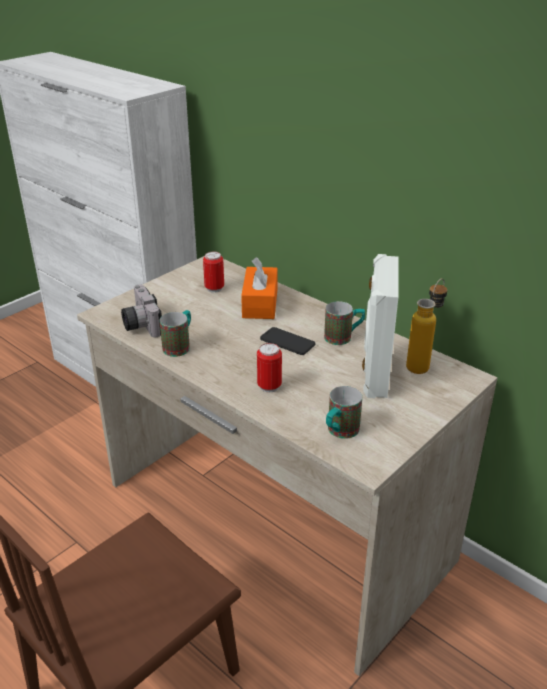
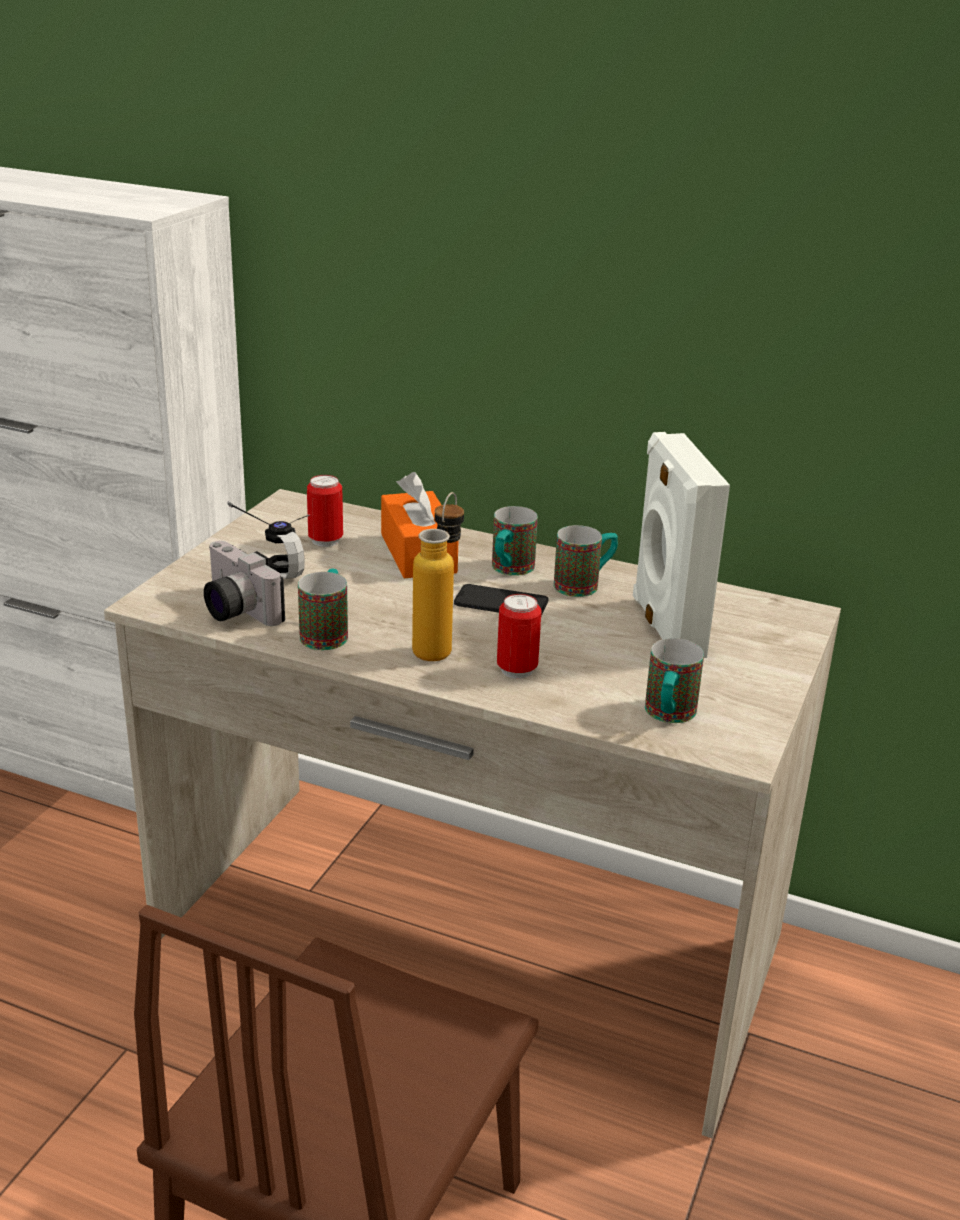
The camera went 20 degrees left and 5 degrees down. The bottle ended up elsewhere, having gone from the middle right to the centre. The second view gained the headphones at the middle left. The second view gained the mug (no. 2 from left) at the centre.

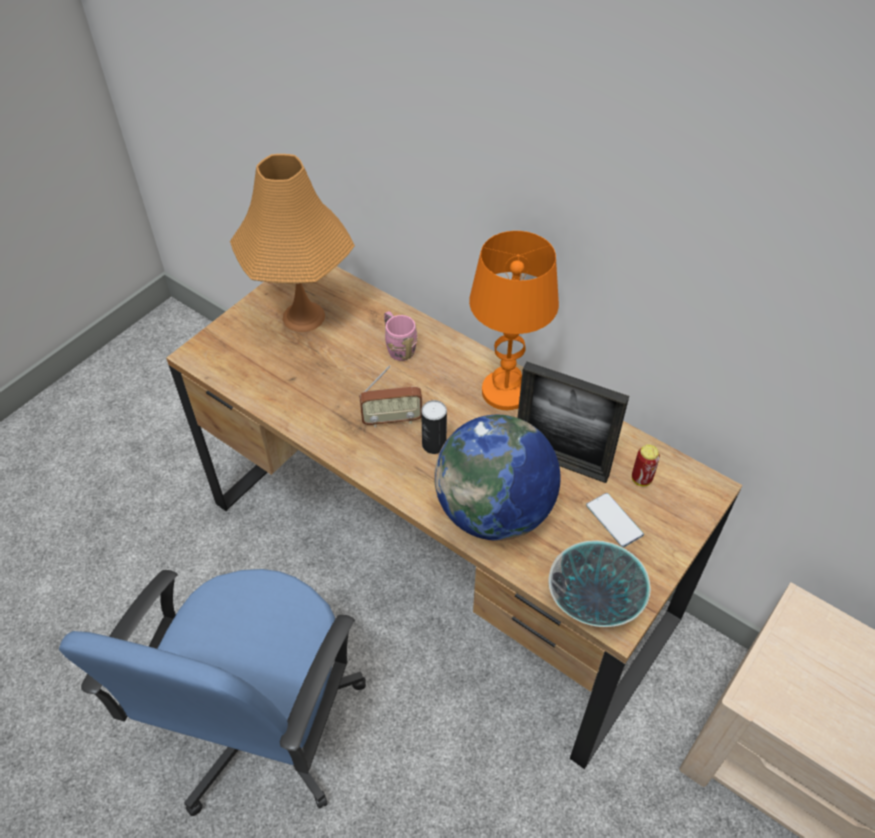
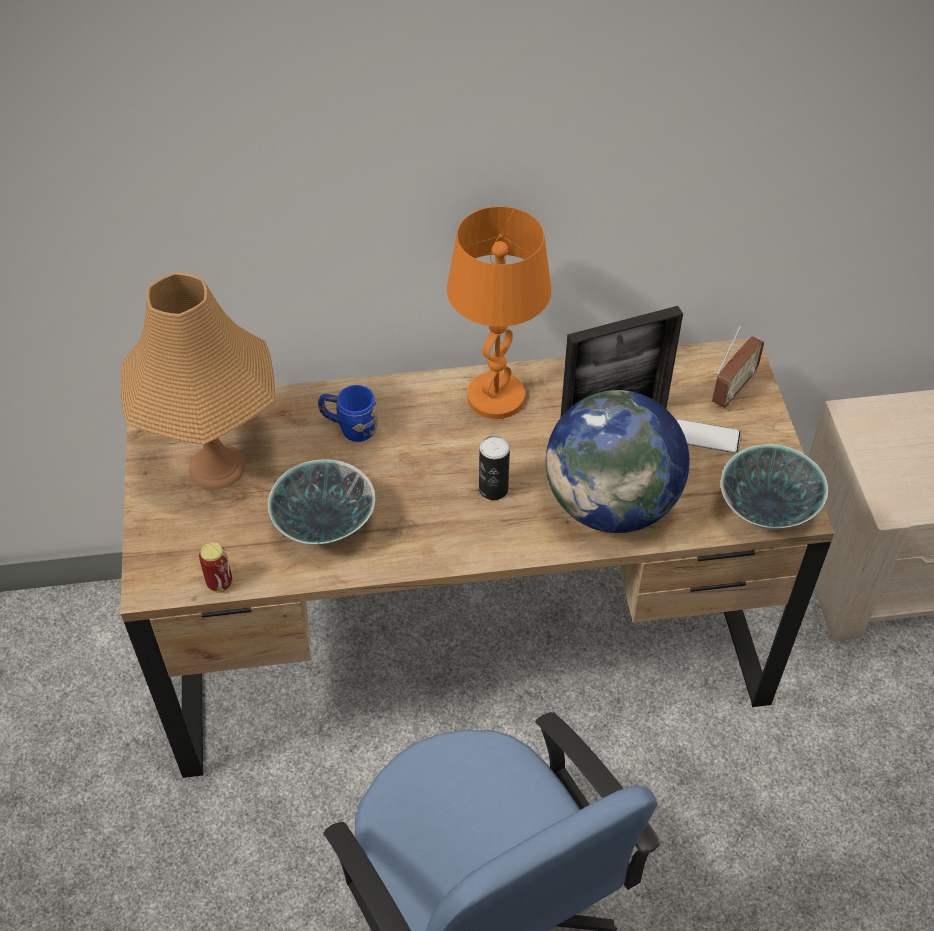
The camera went 45 degrees left and 0 degrees up. The radio ended up elsewhere, having gone from the centre to the middle right. What was the mug/pink at the centre turned into the mug/blue at the centre. The can (no. 2 from left in the first image) ended up elsewhere, having gone from the middle right to the middle left. The second view gained the bowl (no. 1 from left) at the centre.

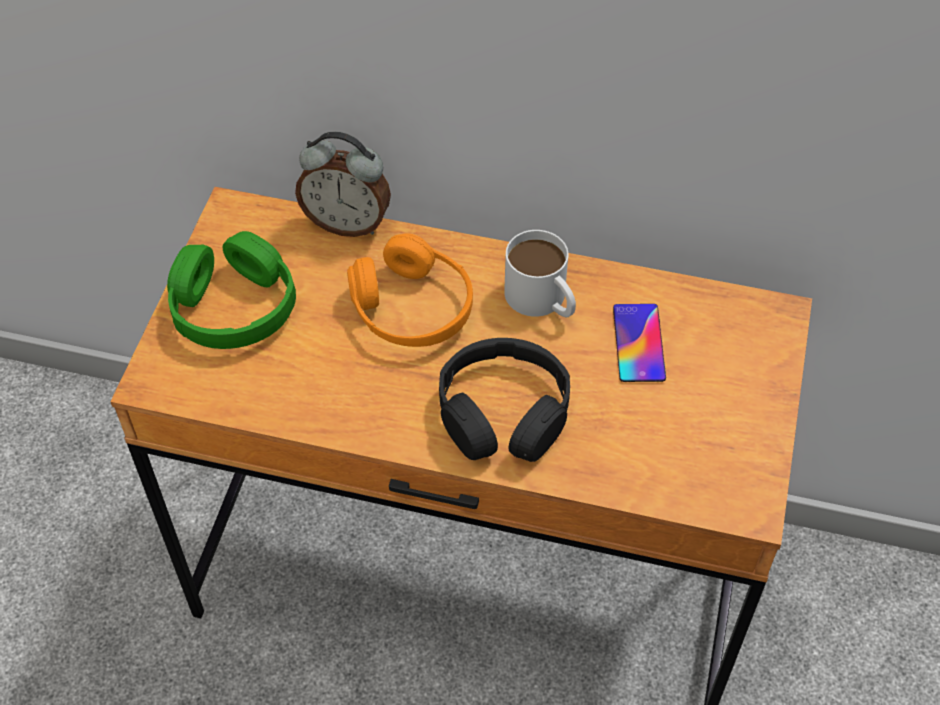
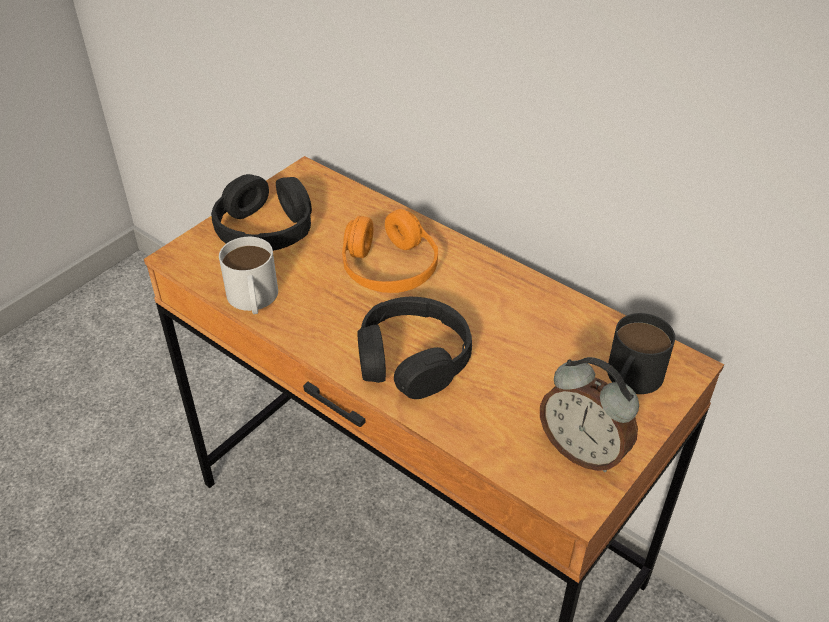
The camera went 25 degrees right and 10 degrees down. What was the headphones/green at the middle left turned into the headphones/black (no. 1 from left) at the middle left. The alarm clock ended up elsewhere, having gone from the top centre to the middle right. The mug/white ended up elsewhere, having gone from the centre to the middle left. The second view lost the phone at the middle right. The second view gained the mug/black at the middle right.

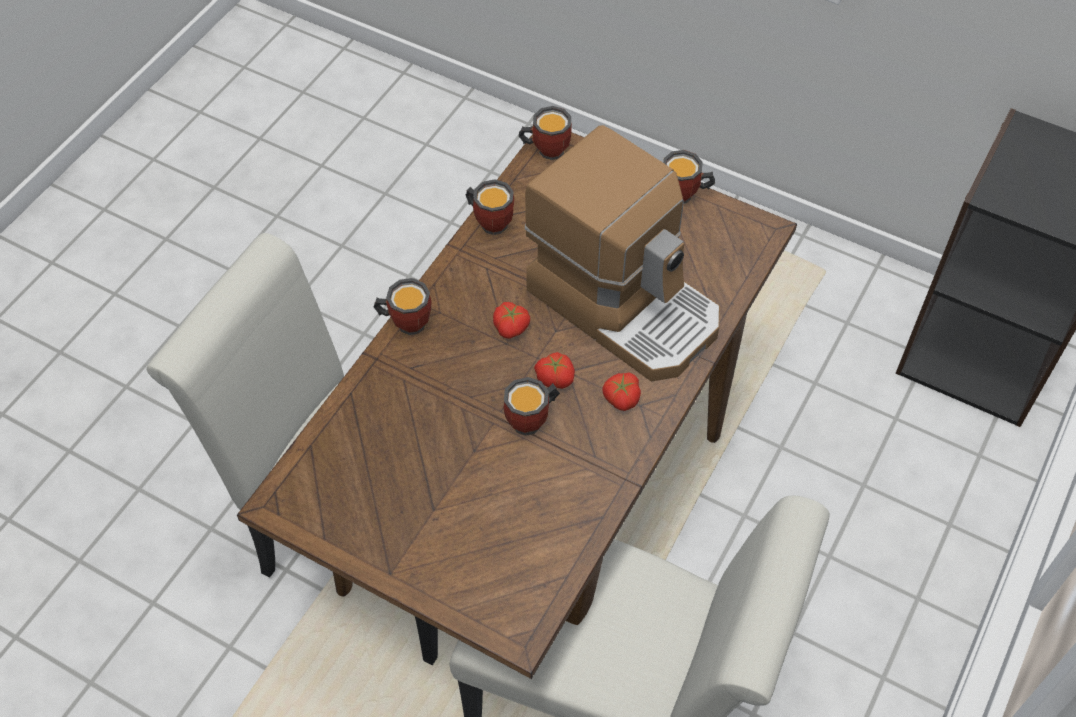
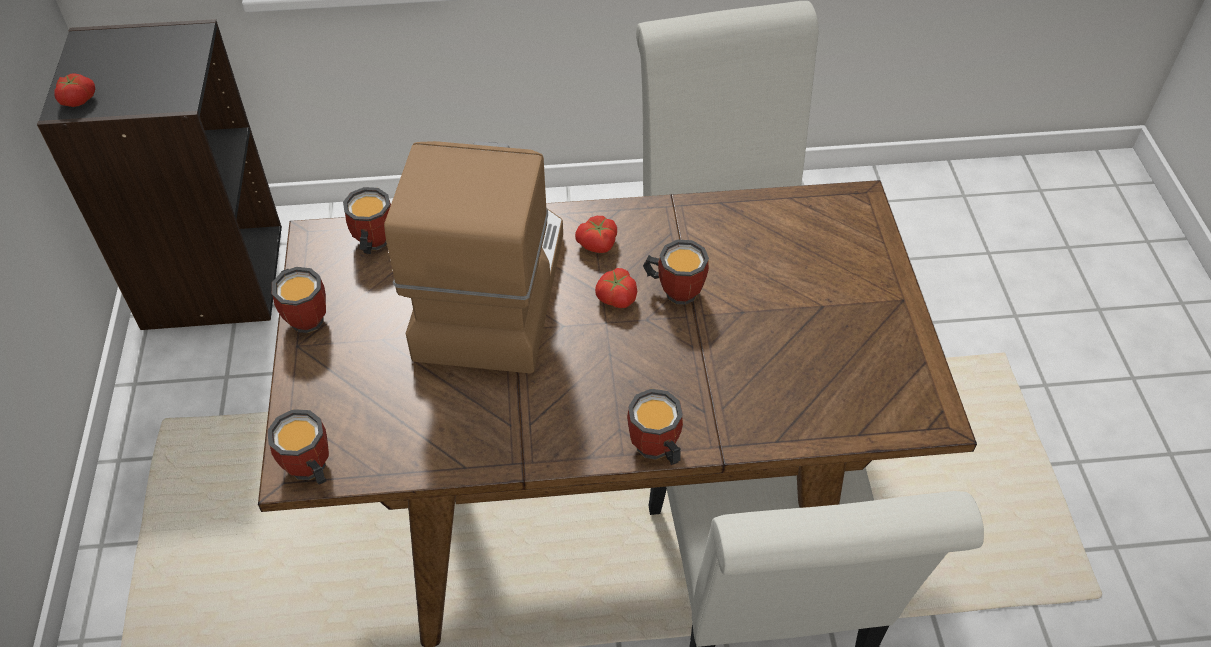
The camera went 125 degrees left and 5 degrees down. The mug (no. 2 from left in the first image) ended up elsewhere, having gone from the top centre to the middle left. The tomato (no. 1 from left) ended up elsewhere, having gone from the centre to the top left.

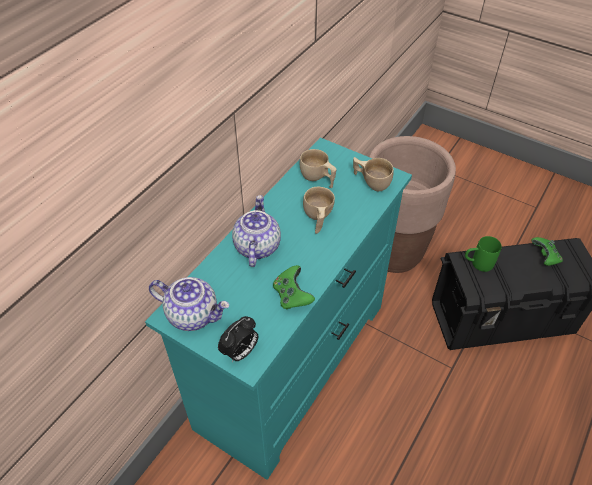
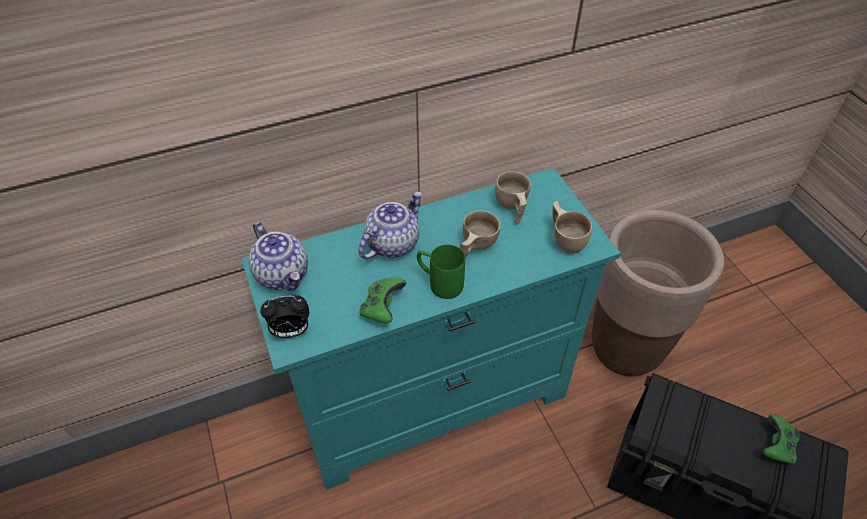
The camera went 35 degrees right and 0 degrees up. The mug/green ended up elsewhere, having gone from the middle right to the centre.

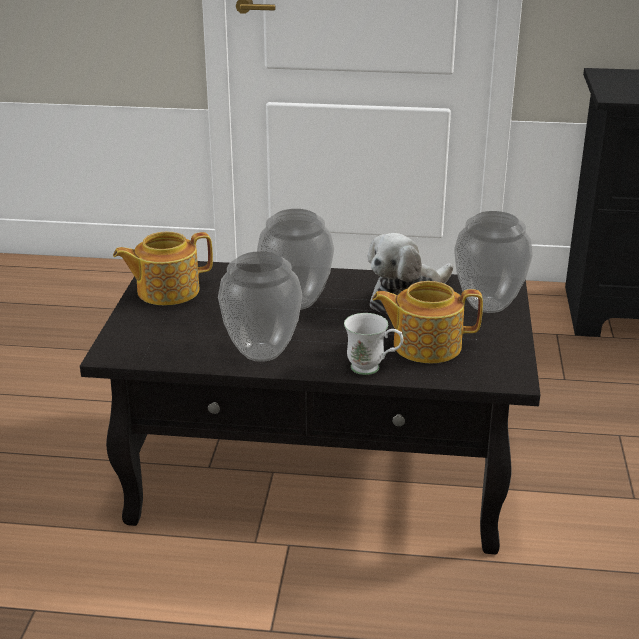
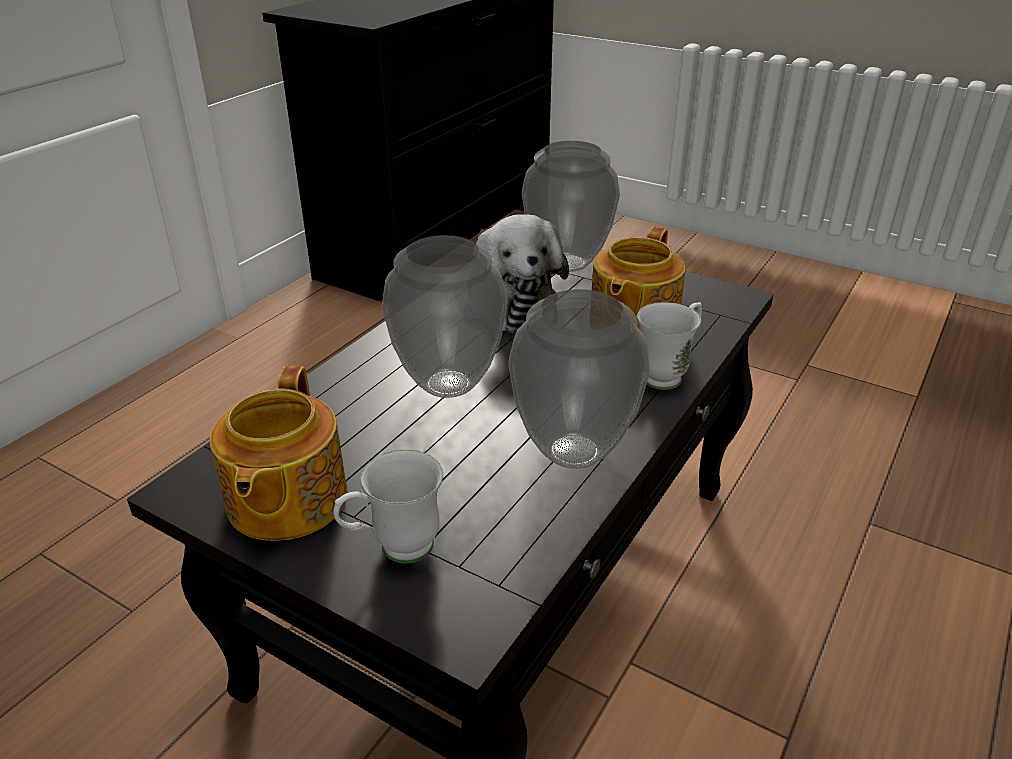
The camera went 65 degrees left and 5 degrees up. The second view gained the mug/white (no. 1 from left) at the bottom centre.

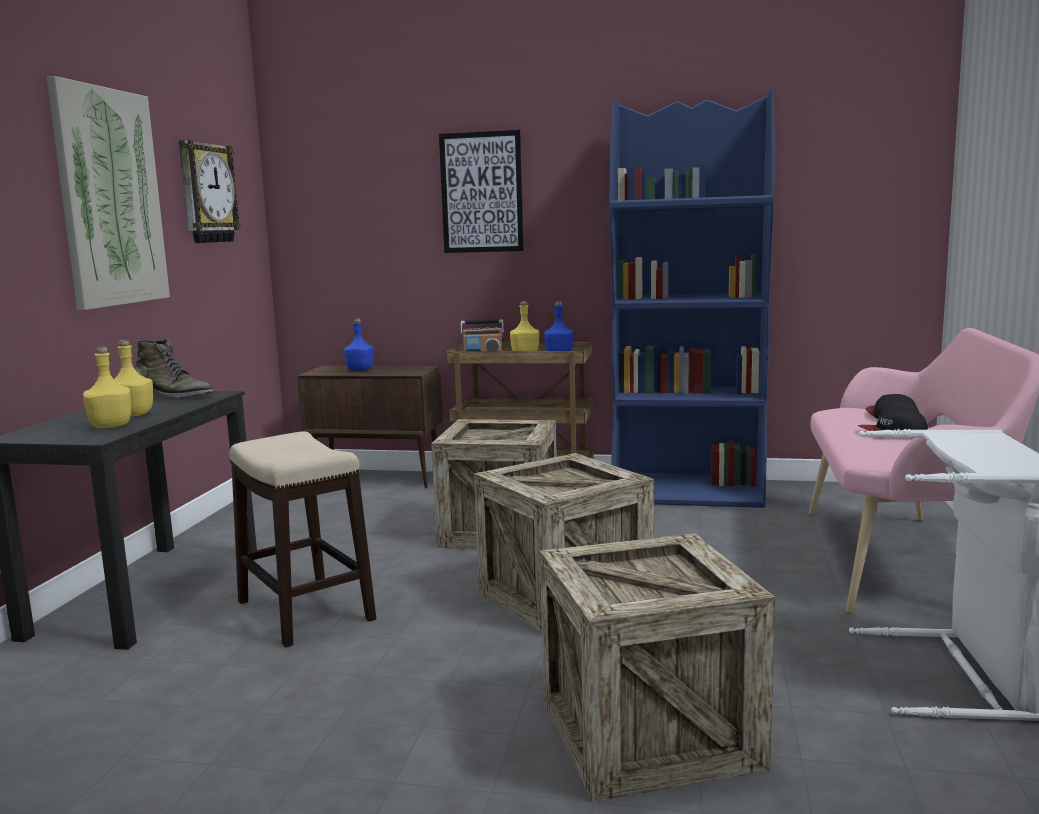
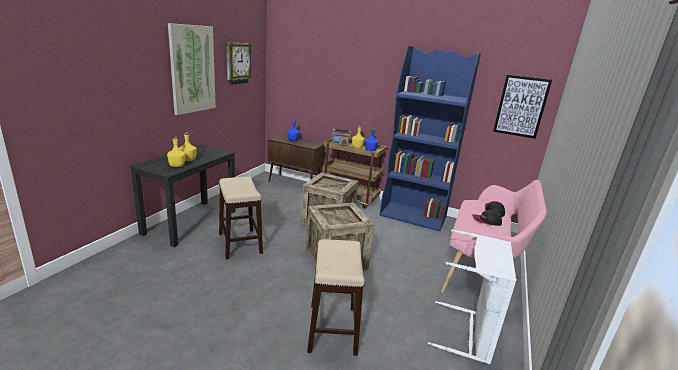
The camera went 10 degrees right and 10 degrees up. The second view lost the boot/green at the middle left. The picture (no. 2 from left) ended up elsewhere, having gone from the top centre to the top right. Where the crate (no. 3 from left) stood at the bottom centre, the stool (no. 2 from left) came to stand at the bottom centre.

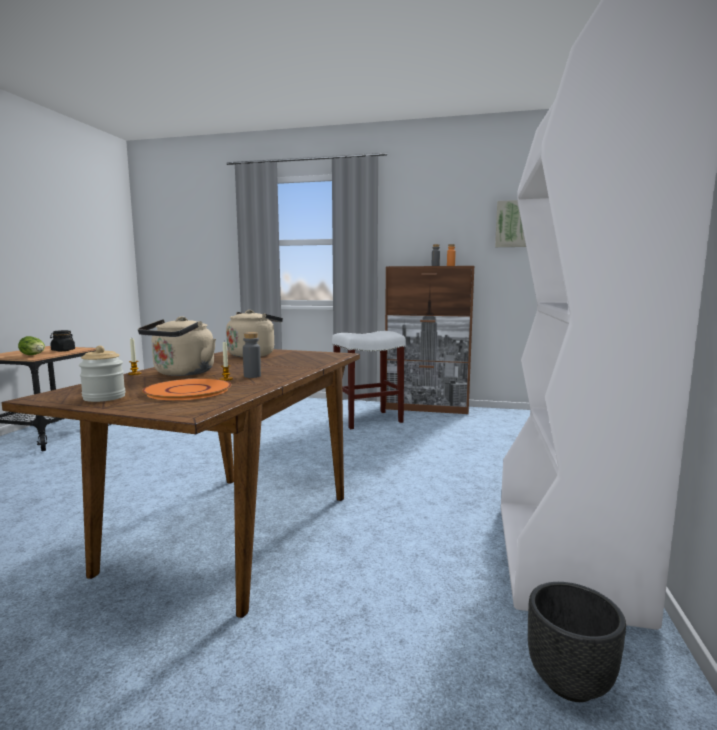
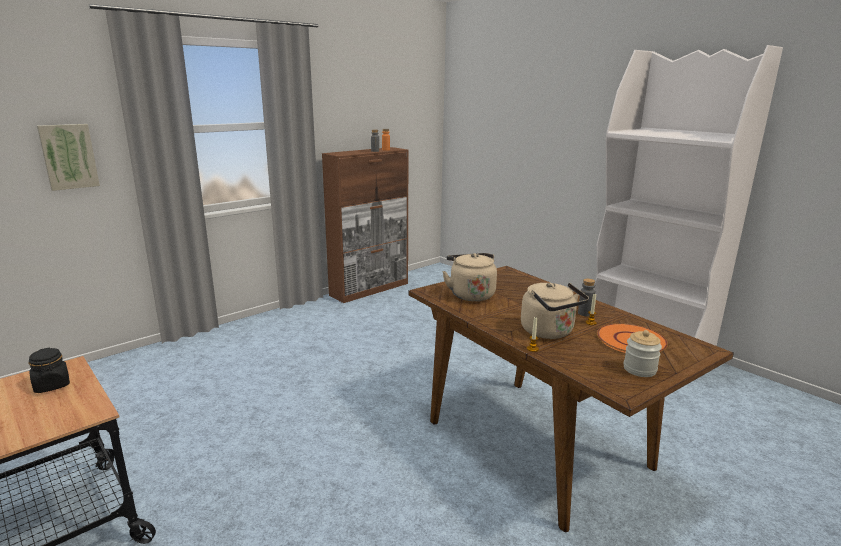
The camera went 55 degrees left and 10 degrees up. The second view lost the lettuce at the middle left. The second view lost the stool/white at the centre. The picture ended up elsewhere, having gone from the top right to the top left. The second view lost the planter/black at the bottom right.

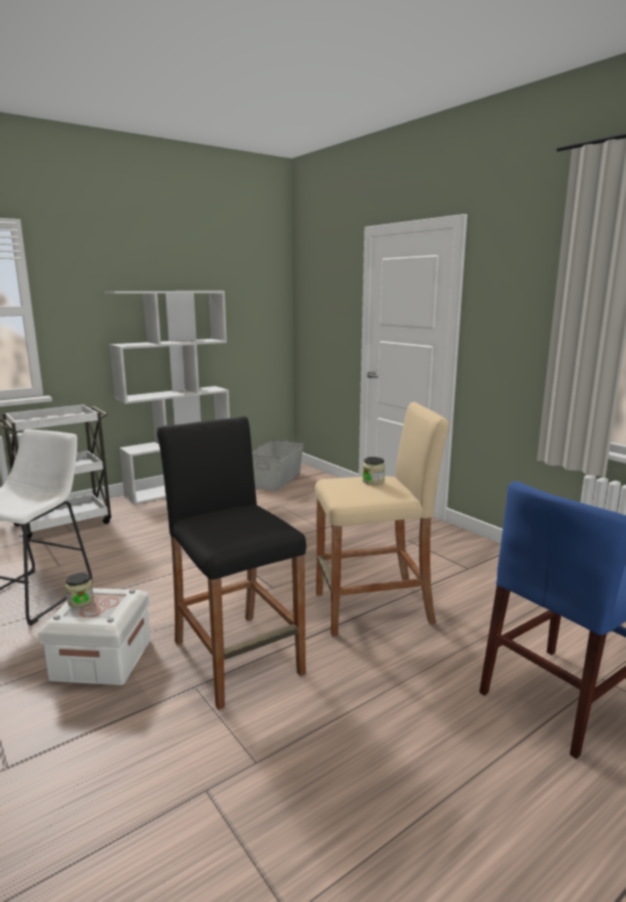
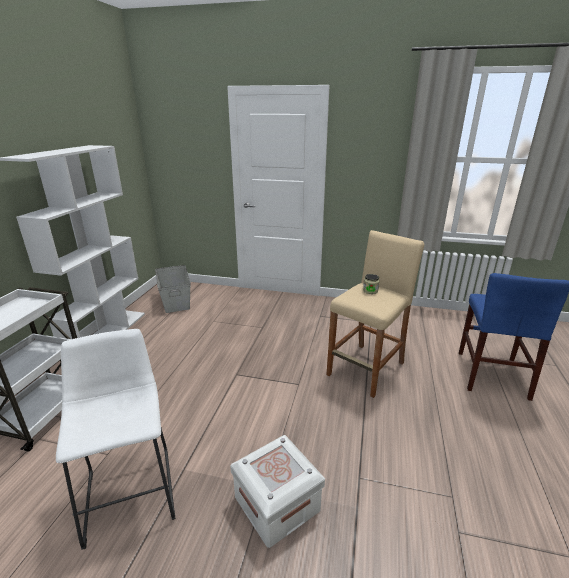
The camera went 40 degrees left and 10 degrees up. The second view lost the jar (no. 1 from left) at the middle left. The second view lost the stool/black at the centre.

